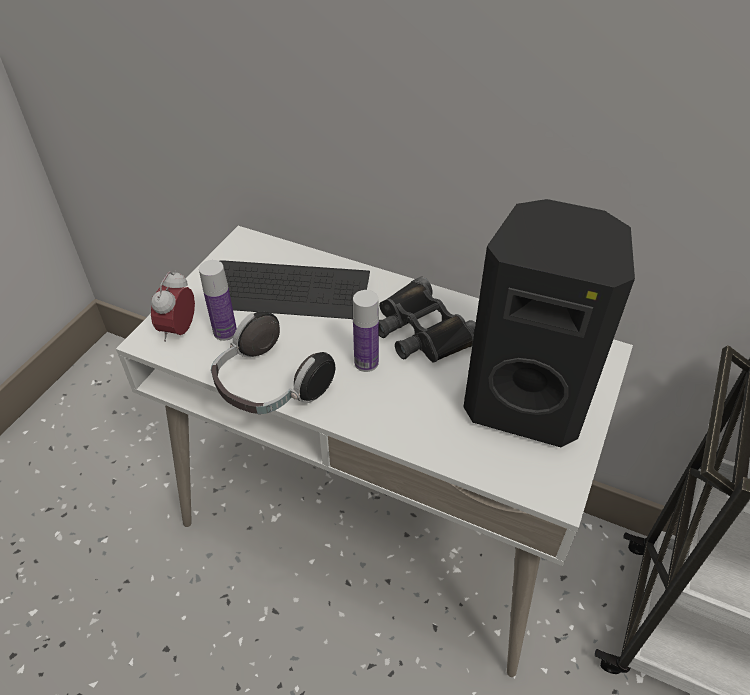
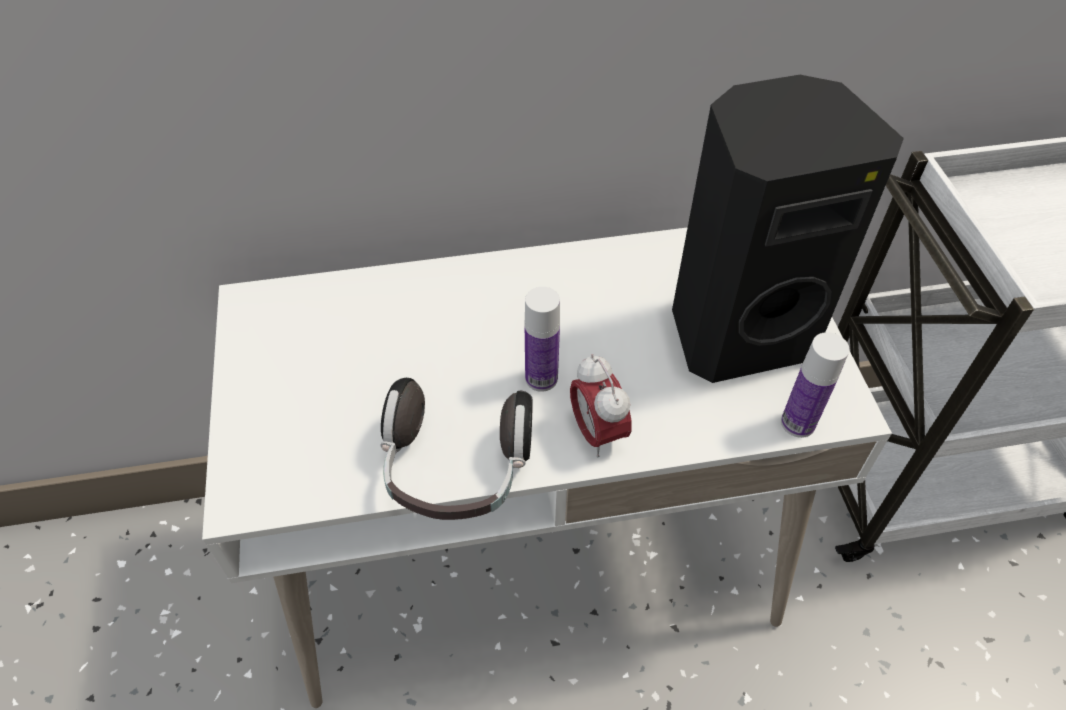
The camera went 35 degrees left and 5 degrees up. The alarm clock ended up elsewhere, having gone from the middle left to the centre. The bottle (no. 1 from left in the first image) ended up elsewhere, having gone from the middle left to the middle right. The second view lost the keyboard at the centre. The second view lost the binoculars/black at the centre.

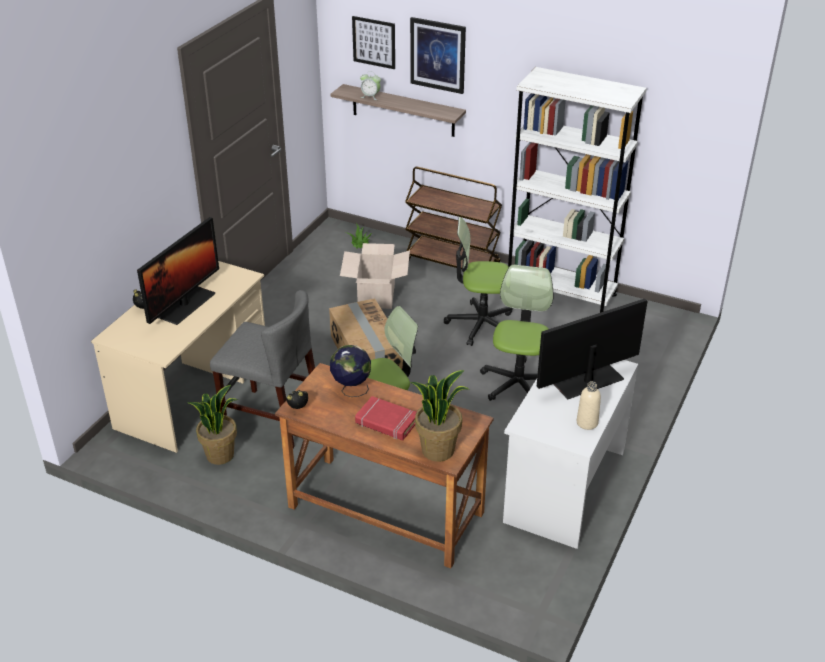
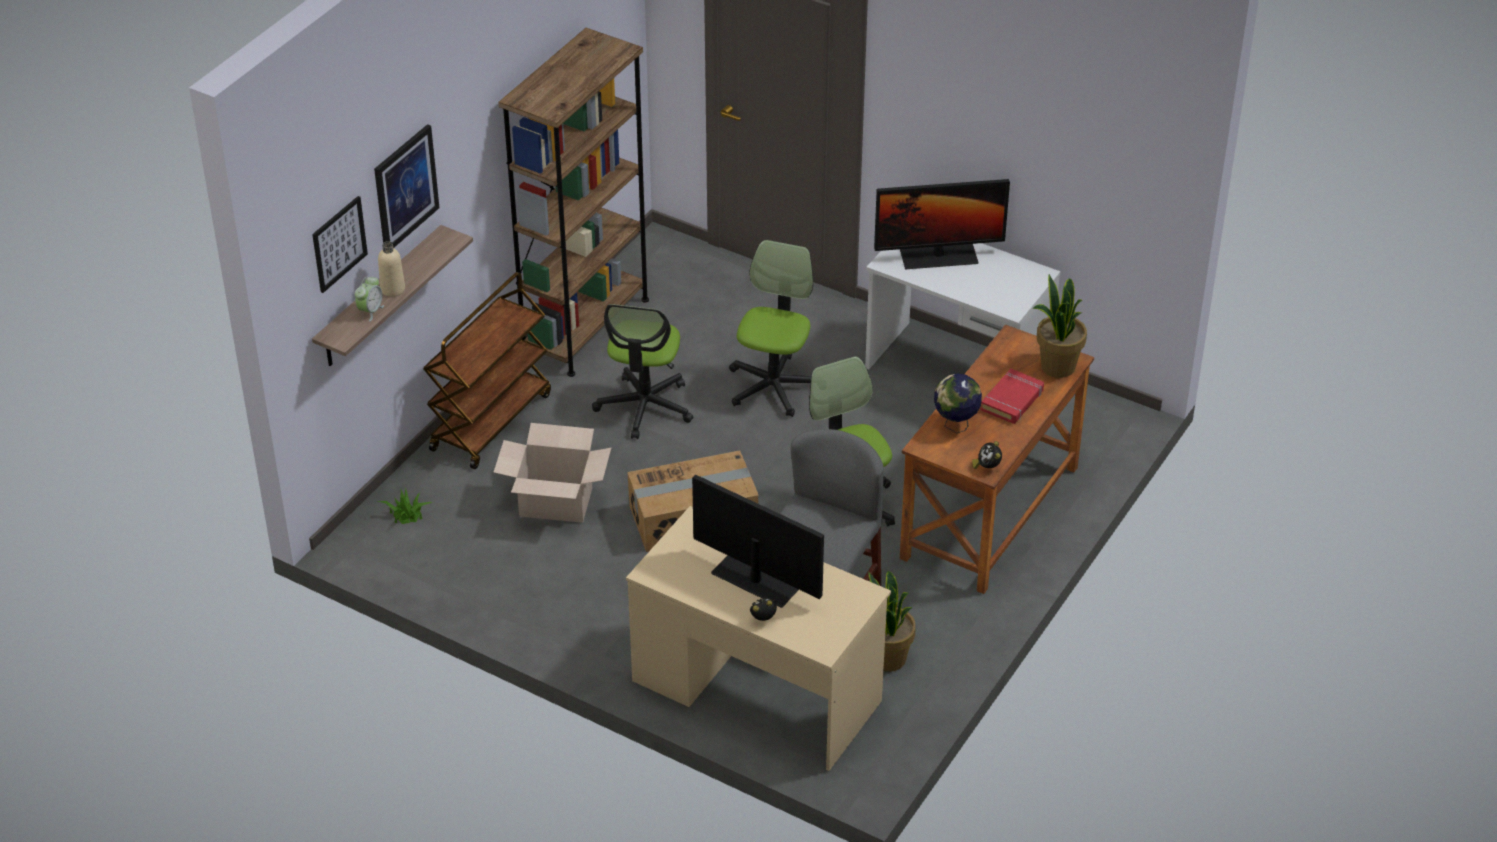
The camera went 85 degrees left and 5 degrees up. The office chair (no. 3 from left in the first image) at the centre ended up facing another way, 90 degrees clockwise from before. What was the bookcase/white at the top right turned into the bookcase/brown at the top centre. The monitor (no. 2 from left) at the middle right ended up facing another way, 75 degrees counterclockwise from before. The bottle/beige ended up elsewhere, having gone from the middle right to the top left.

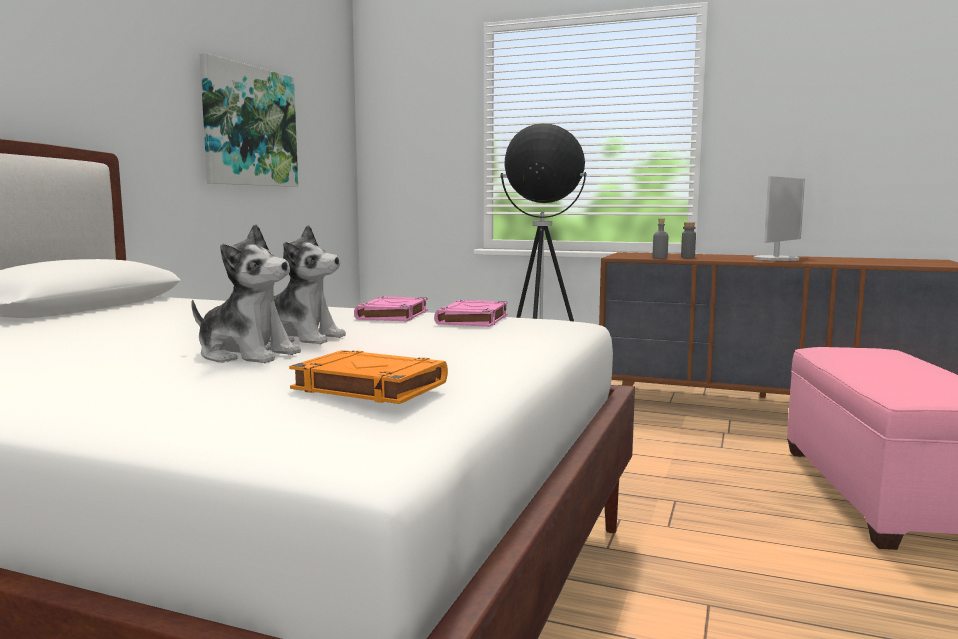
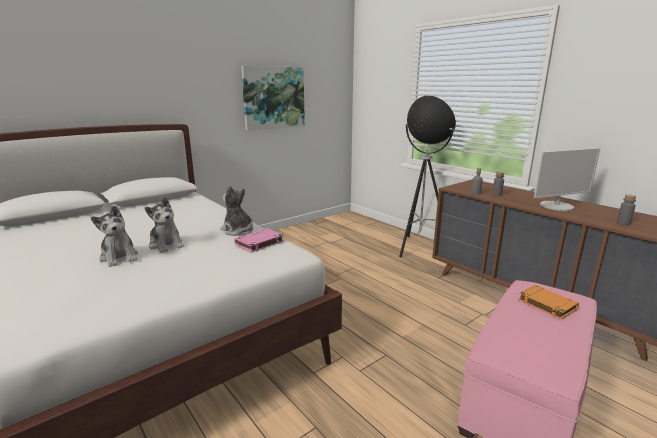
The camera went 30 degrees right and 10 degrees up. The book/orange ended up elsewhere, having gone from the centre to the bottom right. Where the book/pink (no. 1 from left) stood at the centre, the plush toy (no. 3 from left) came to stand at the centre. The second view gained the bottle/grey (no. 3 from left) at the middle right.

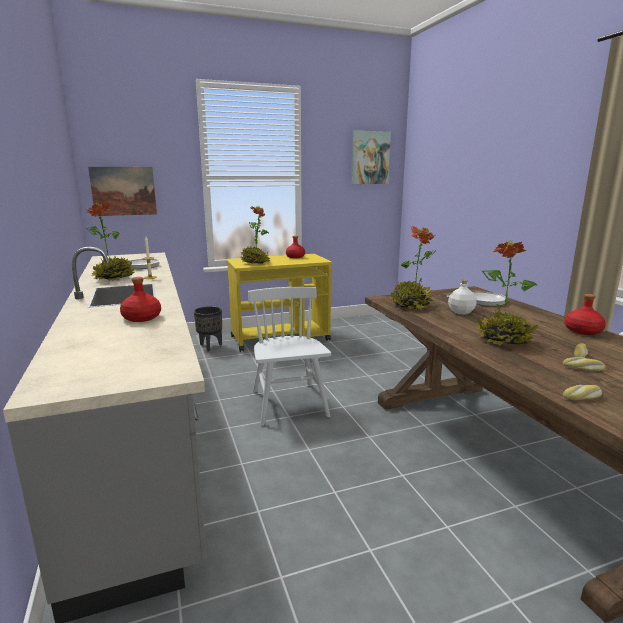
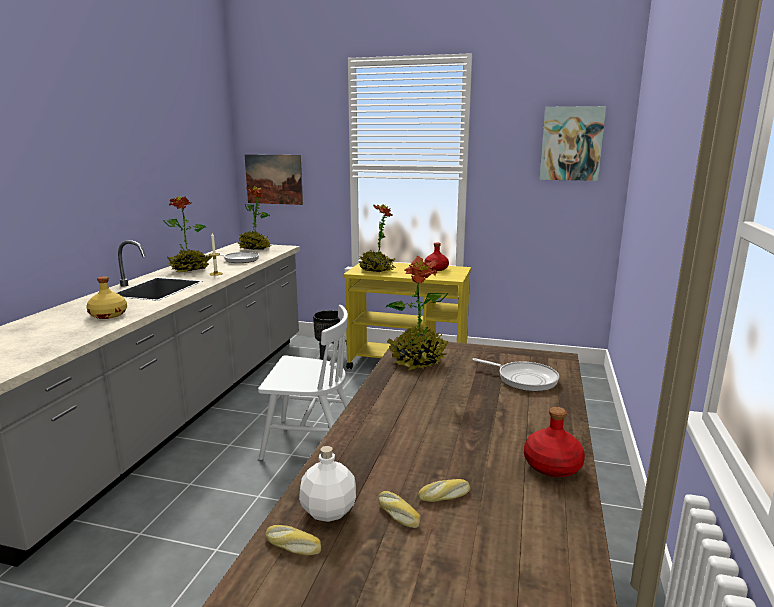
The camera went 35 degrees right and 0 degrees up. What was the bottle/red (no. 1 from left) at the middle left turned into the bottle/yellow at the middle left. The chair/white at the centre ended up facing another way, 75 degrees clockwise from before. The bottle/white ended up elsewhere, having gone from the middle right to the bottom centre. The potted plant (no. 4 from left in the first image) ended up elsewhere, having gone from the middle right to the middle left.

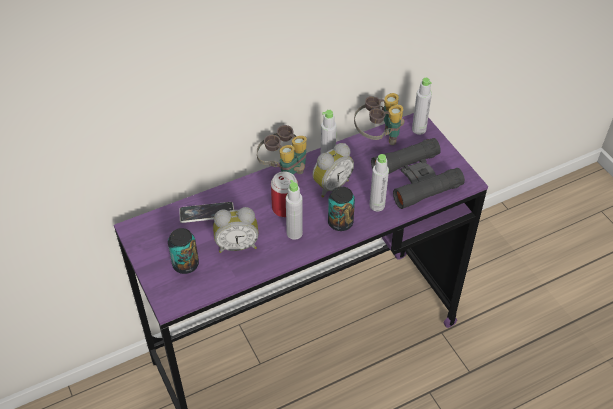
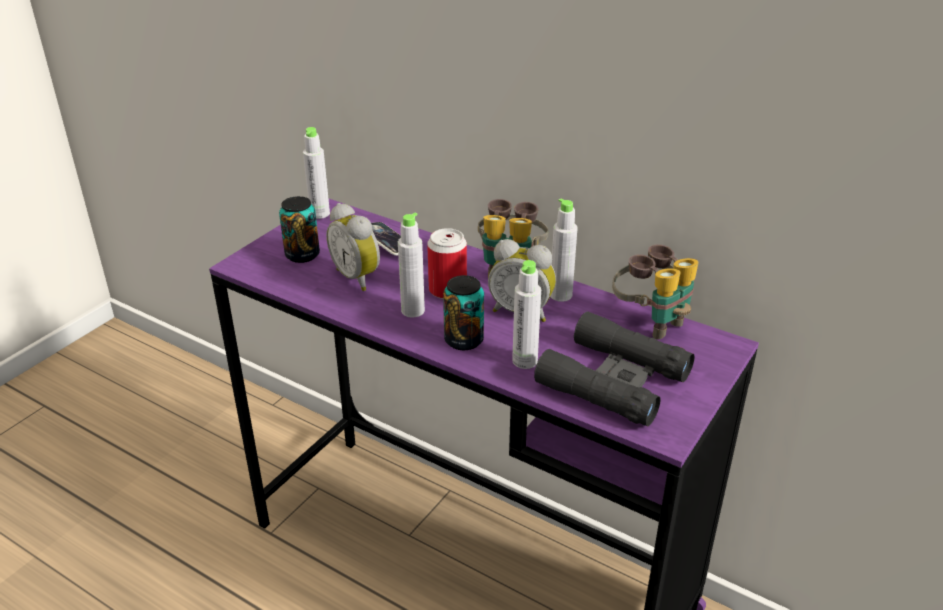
The camera went 60 degrees right and 15 degrees down. The bottle/grey (no. 4 from left in the first image) ended up elsewhere, having gone from the top right to the top centre.

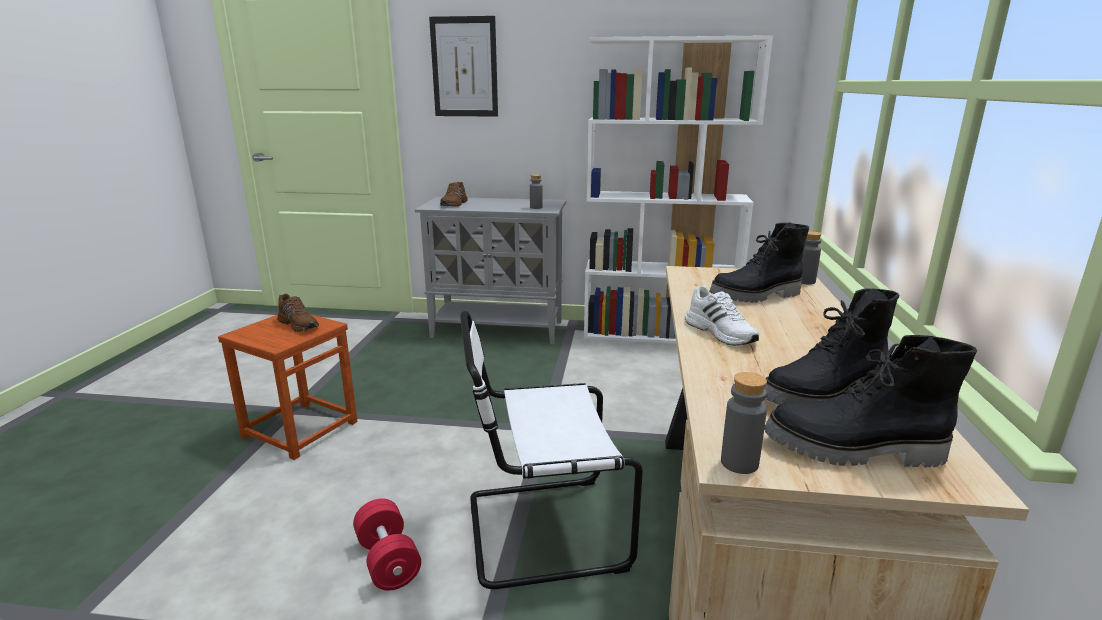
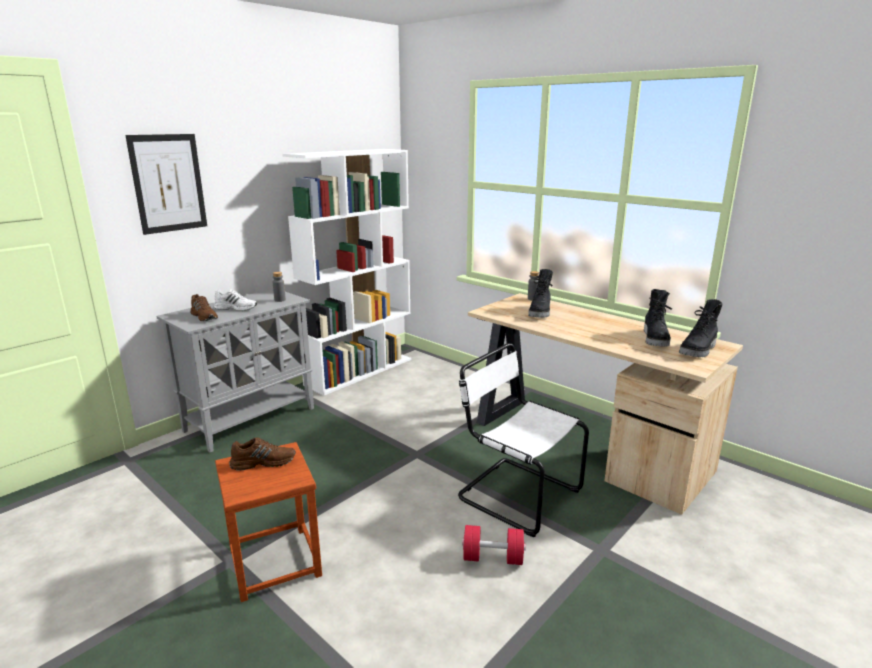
The camera went 55 degrees left and 0 degrees up. The chair/white at the bottom centre ended up facing another way, 105 degrees clockwise from before. The shoe/white ended up elsewhere, having gone from the centre to the middle left. The second view lost the bottle/grey (no. 2 from left) at the bottom right.

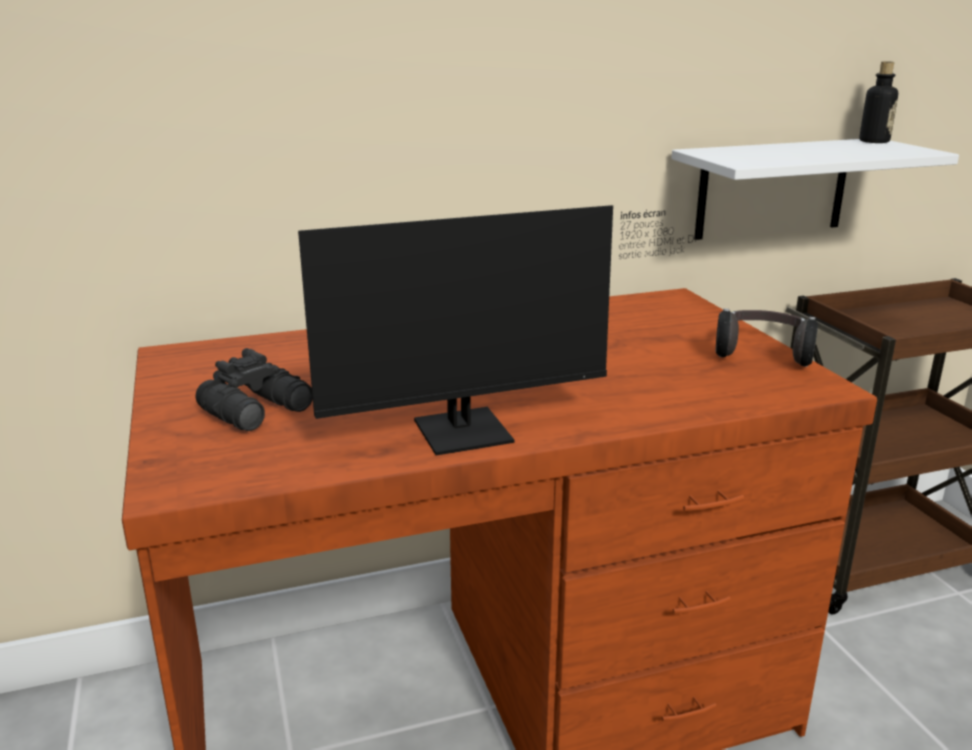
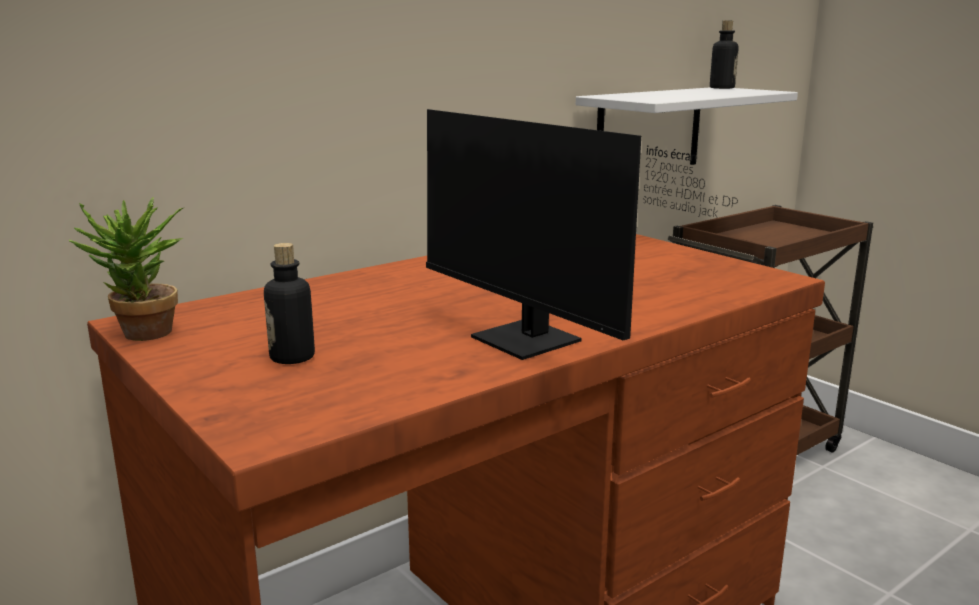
The camera went 20 degrees left and 5 degrees down. Where the binoculars/black stood at the middle left, the bottle (no. 1 from left) came to stand at the middle left. The monitor at the centre ended up facing another way, 90 degrees clockwise from before. The second view lost the headphones at the middle right. The second view gained the potted plant at the middle left.

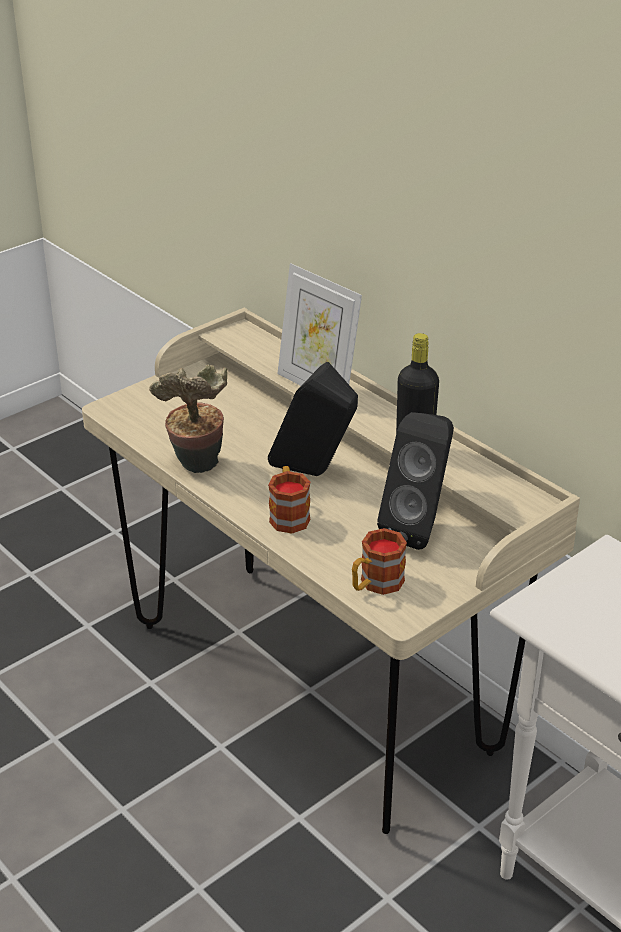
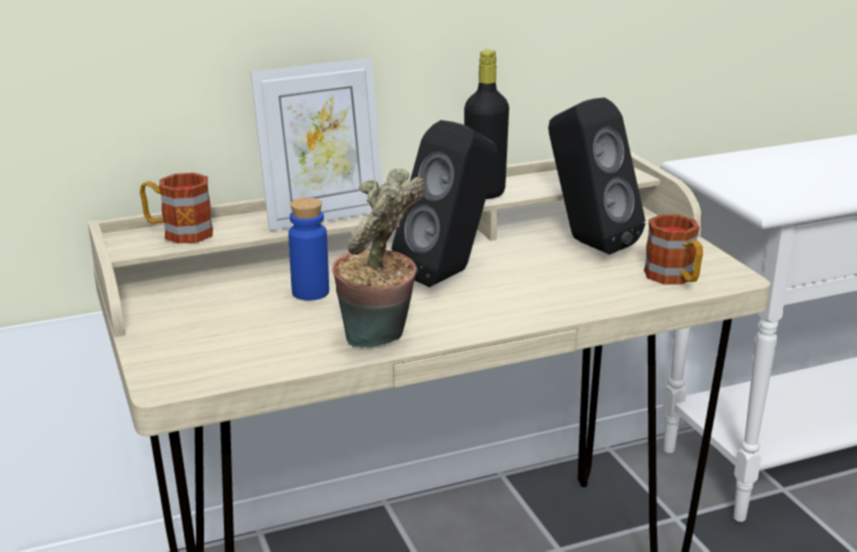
The camera went 70 degrees left and 10 degrees down. The mug (no. 1 from left) ended up elsewhere, having gone from the centre to the middle left. The second view gained the bottle/blue at the centre.

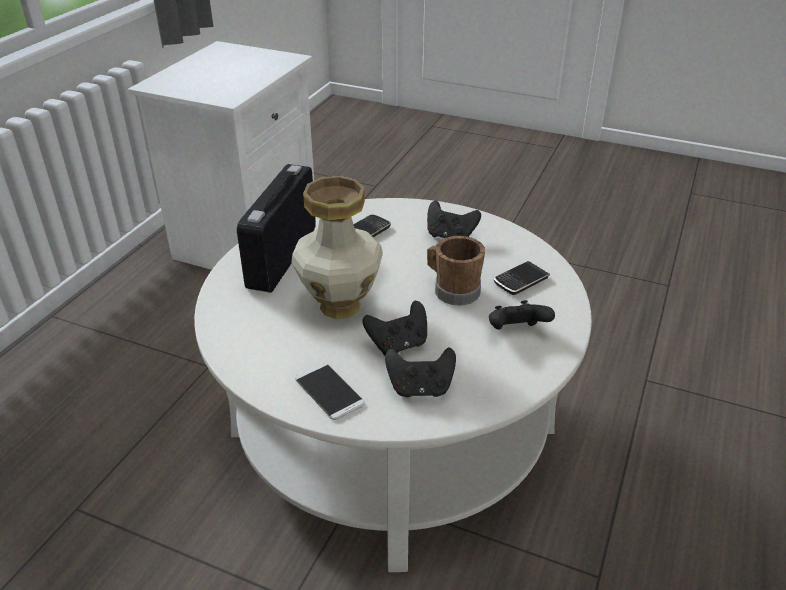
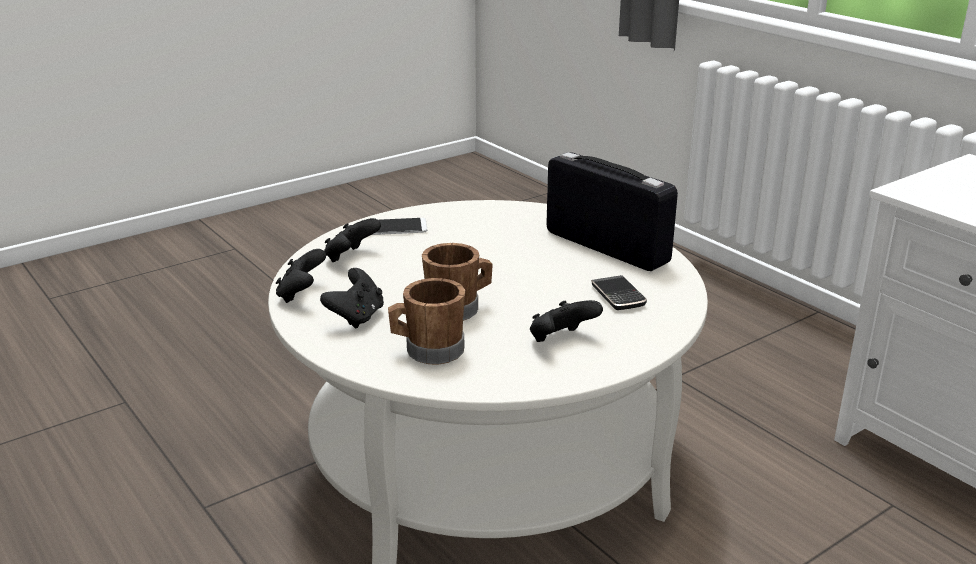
The camera went 120 degrees right and 10 degrees down. The second view lost the vase at the centre. The game controller/black (no. 1 from left) ended up elsewhere, having gone from the centre to the middle left. Where the phone (no. 3 from left) stood at the centre, the mug/brown (no. 1 from left) came to stand at the centre.

